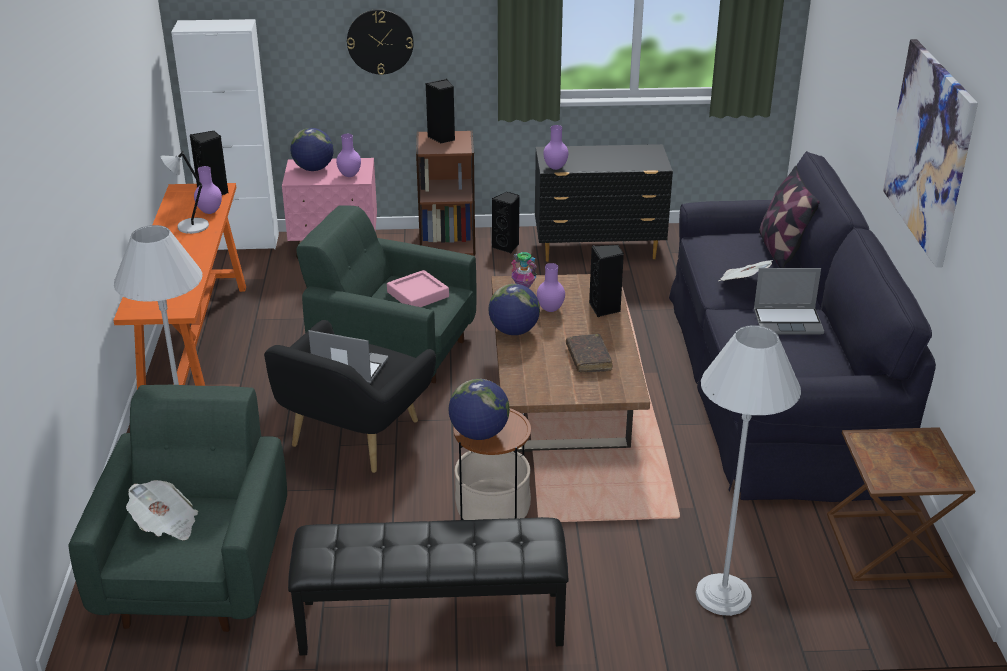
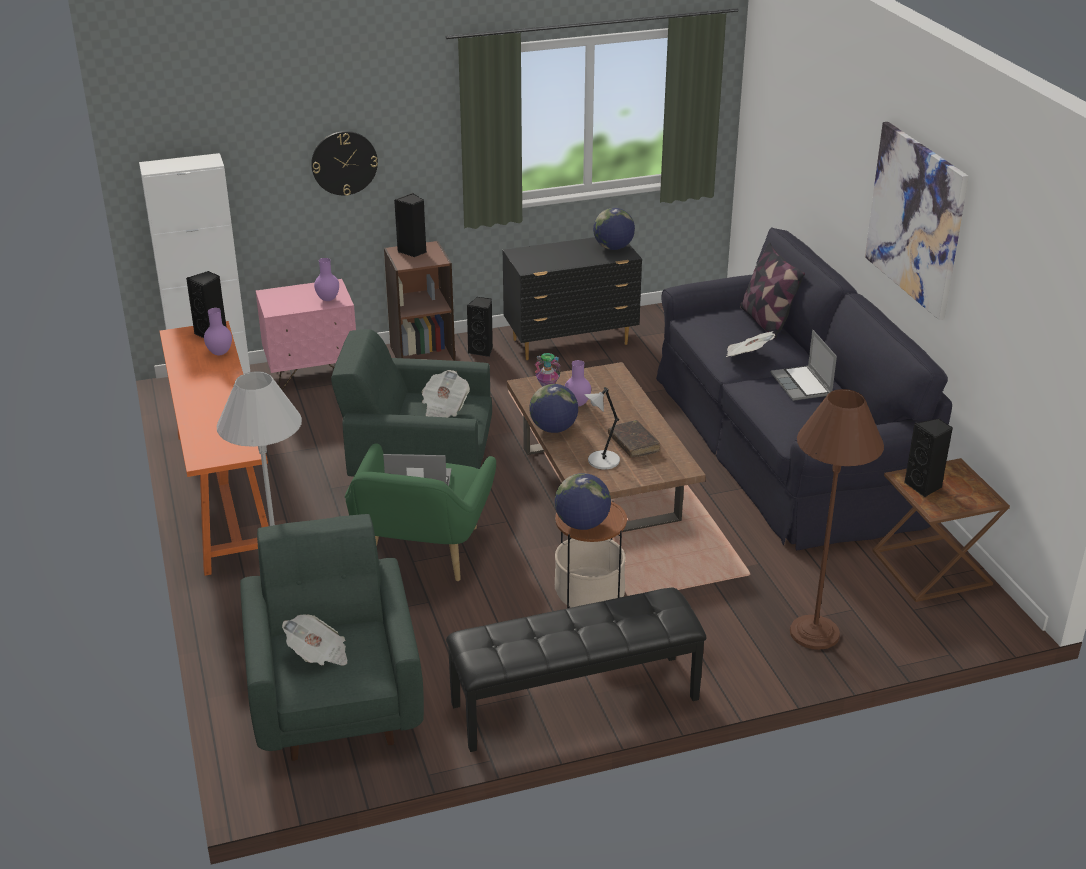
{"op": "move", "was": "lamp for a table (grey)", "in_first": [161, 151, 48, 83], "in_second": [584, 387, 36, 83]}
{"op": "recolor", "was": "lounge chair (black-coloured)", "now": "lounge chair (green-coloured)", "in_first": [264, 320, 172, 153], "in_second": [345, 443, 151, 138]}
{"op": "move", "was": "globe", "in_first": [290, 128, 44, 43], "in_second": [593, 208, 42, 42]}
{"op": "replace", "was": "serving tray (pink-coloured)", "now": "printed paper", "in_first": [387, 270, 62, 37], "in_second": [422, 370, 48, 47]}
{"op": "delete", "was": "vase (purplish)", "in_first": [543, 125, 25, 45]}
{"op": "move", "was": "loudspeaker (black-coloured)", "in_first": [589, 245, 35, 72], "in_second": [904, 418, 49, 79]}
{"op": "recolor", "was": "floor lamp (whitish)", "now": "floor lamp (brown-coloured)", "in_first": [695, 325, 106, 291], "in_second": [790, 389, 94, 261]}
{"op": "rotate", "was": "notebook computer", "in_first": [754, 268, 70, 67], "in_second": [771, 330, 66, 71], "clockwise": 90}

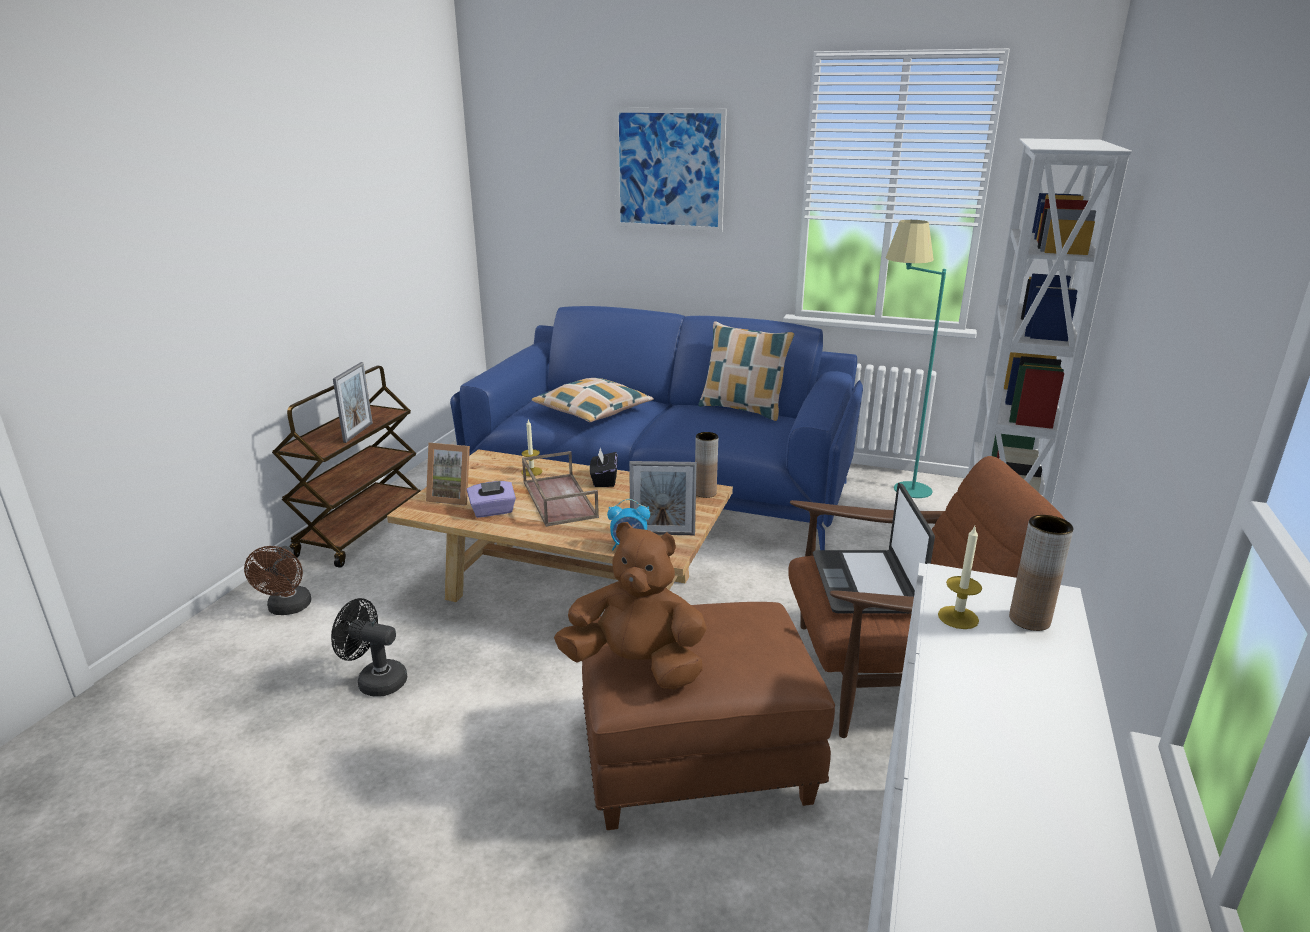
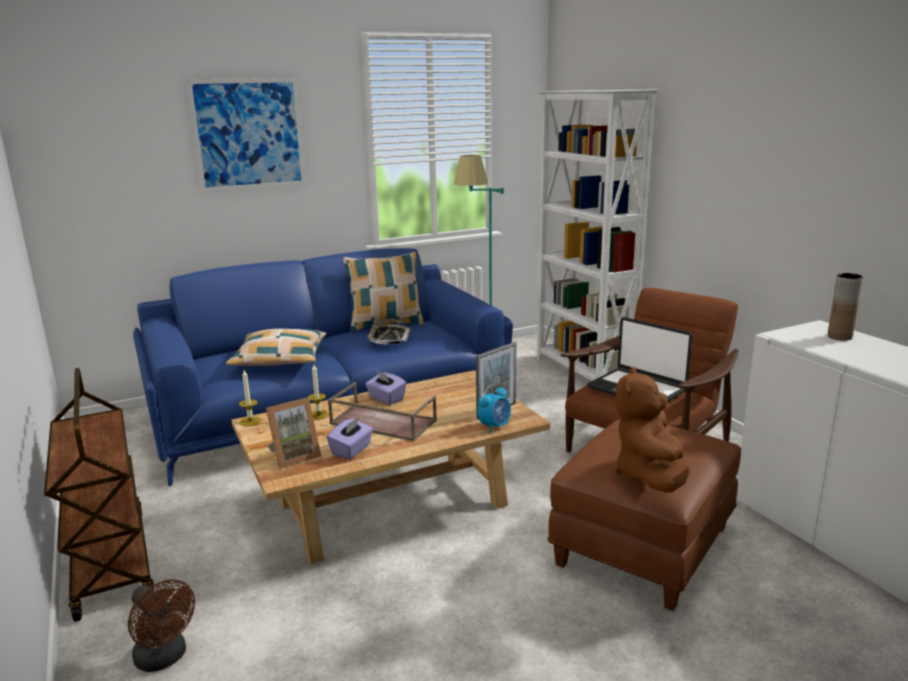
{"op": "delete", "was": "fan (black-coloured)", "in_first": [331, 598, 76, 98]}
{"op": "delete", "was": "picture frame", "in_first": [333, 362, 40, 81]}
{"op": "rotate", "was": "cuddly toy (brown-coloured)", "in_first": [554, 522, 153, 167], "in_second": [615, 366, 75, 126], "clockwise": -45}
{"op": "recolor", "was": "tissue box (black-coloured)", "now": "tissue box (purplish)", "in_first": [590, 448, 28, 39], "in_second": [365, 371, 41, 34]}
{"op": "delete", "was": "vase (brown-coloured)", "in_first": [695, 432, 23, 66]}
{"op": "move", "was": "wax candle", "in_first": [938, 526, 44, 103], "in_second": [239, 370, 22, 56]}
{"op": "insert", "now": "serving tray", "in_second": [367, 324, 44, 21]}

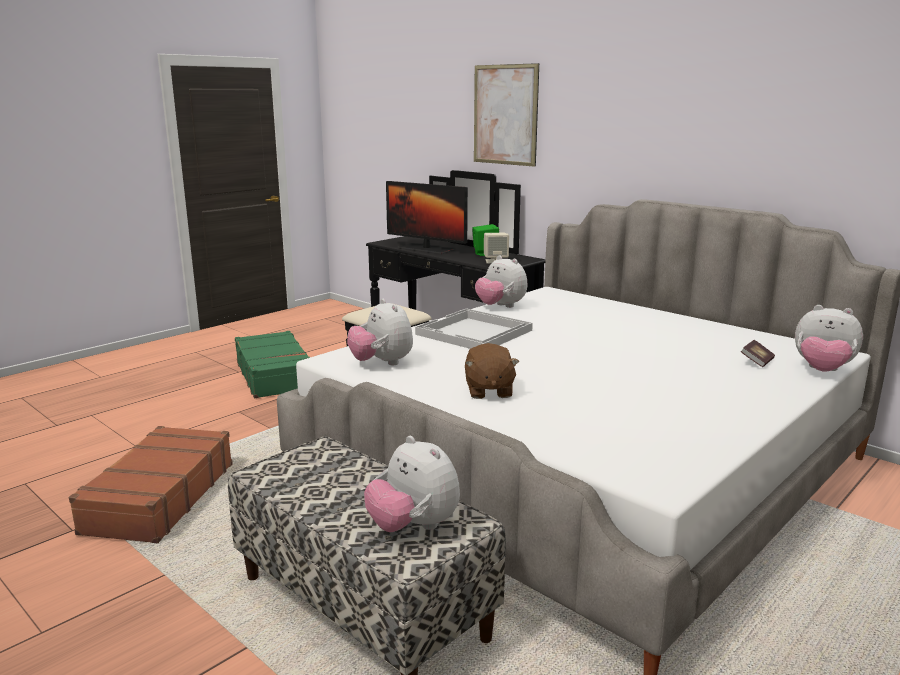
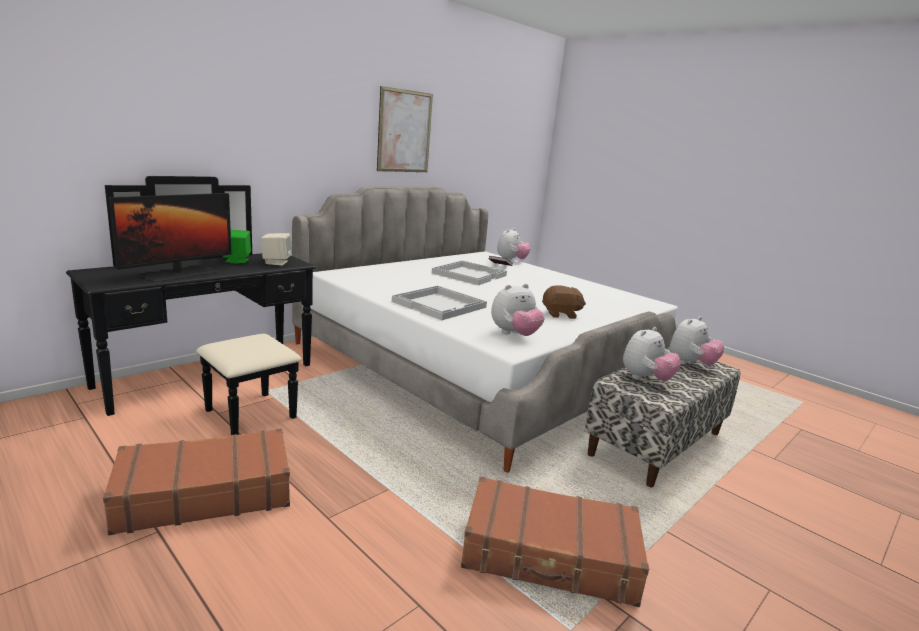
{"op": "recolor", "was": "travel case (green-coloured)", "now": "travel case (brown-coloured)", "in_first": [235, 331, 75, 68], "in_second": [103, 429, 187, 106]}
{"op": "move", "was": "wall picture", "in_first": [474, 63, 65, 104], "in_second": [377, 86, 56, 86]}
{"op": "move", "was": "cuddly toy", "in_first": [475, 255, 52, 53], "in_second": [623, 327, 58, 54]}
{"op": "insert", "now": "serving tray (whitish)", "in_second": [432, 260, 75, 25]}

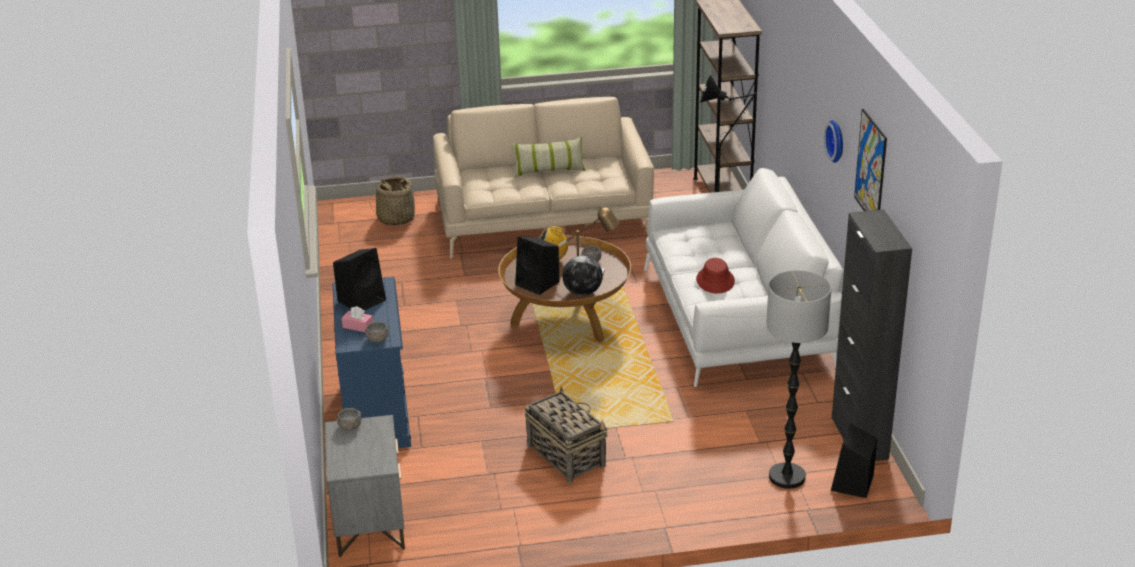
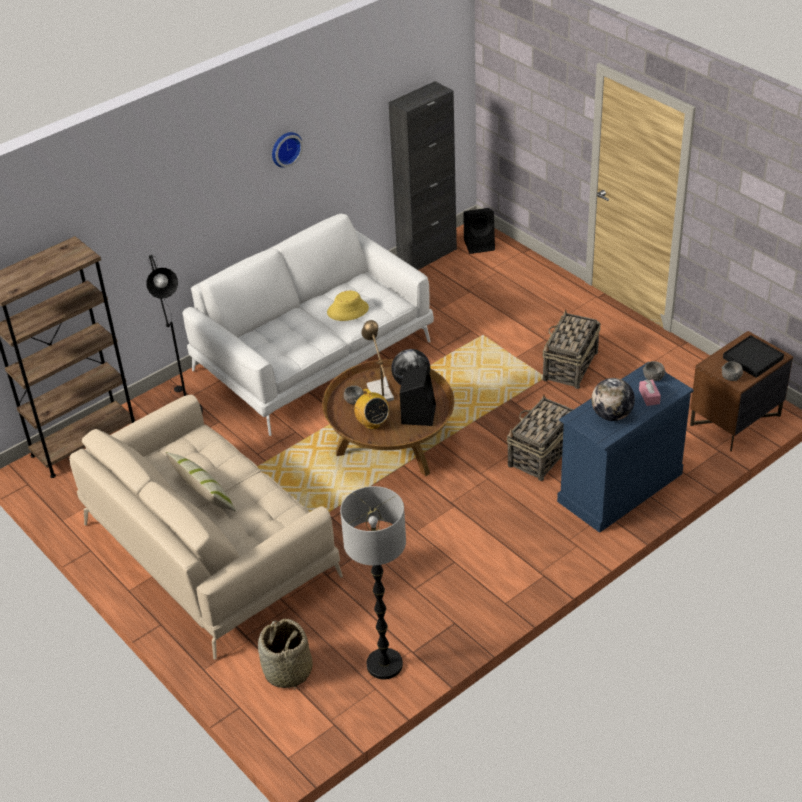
{"op": "recolor", "was": "nightstand (grey)", "now": "nightstand (brown-coloured)", "in_first": [325, 415, 80, 143], "in_second": [690, 331, 103, 121]}
{"op": "replace", "was": "loudspeaker (black-coloured)", "now": "globe", "in_first": [333, 248, 53, 62], "in_second": [591, 378, 44, 43]}
{"op": "recolor", "was": "wearable hat (red)", "now": "wearable hat (yellowish)", "in_first": [696, 258, 39, 35], "in_second": [327, 291, 42, 30]}
{"op": "move", "was": "floor lamp", "in_first": [766, 270, 65, 219], "in_second": [340, 486, 66, 194]}
{"op": "delete", "was": "wall picture", "in_first": [854, 109, 33, 102]}
{"op": "insert", "now": "storage basket", "in_second": [507, 395, 66, 86]}
{"op": "insert", "now": "serving tray (black-coloured)", "in_second": [723, 335, 61, 43]}

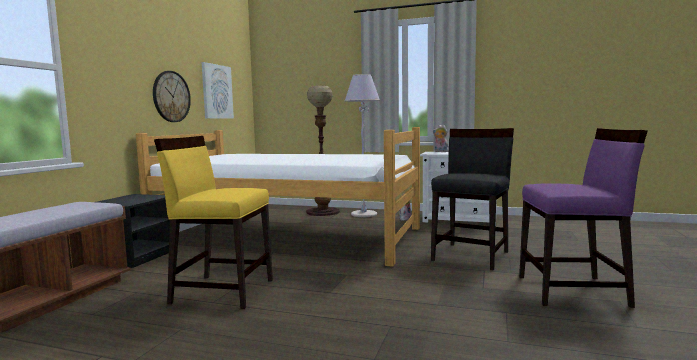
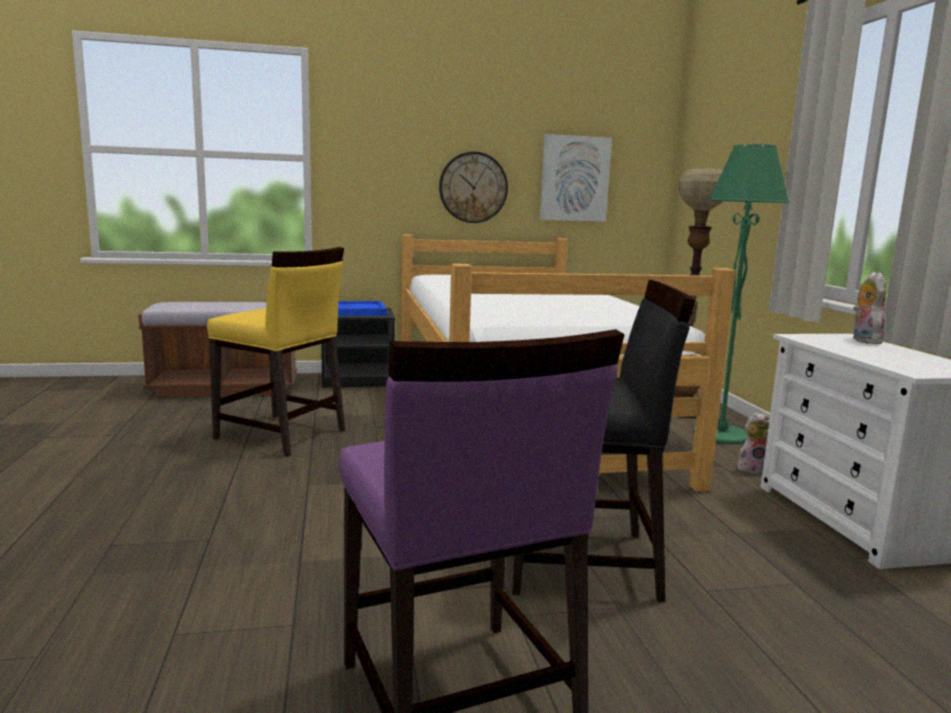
{"op": "rotate", "was": "plain chair (yellowish)", "in_first": [154, 136, 119, 173], "in_second": [207, 247, 139, 210], "clockwise": 135}
{"op": "recolor", "was": "floor lamp (grey)", "now": "floor lamp (green-coloured)", "in_first": [345, 74, 35, 143], "in_second": [693, 144, 97, 300]}
{"op": "insert", "now": "serving tray (bluish)", "in_second": [338, 301, 49, 15]}

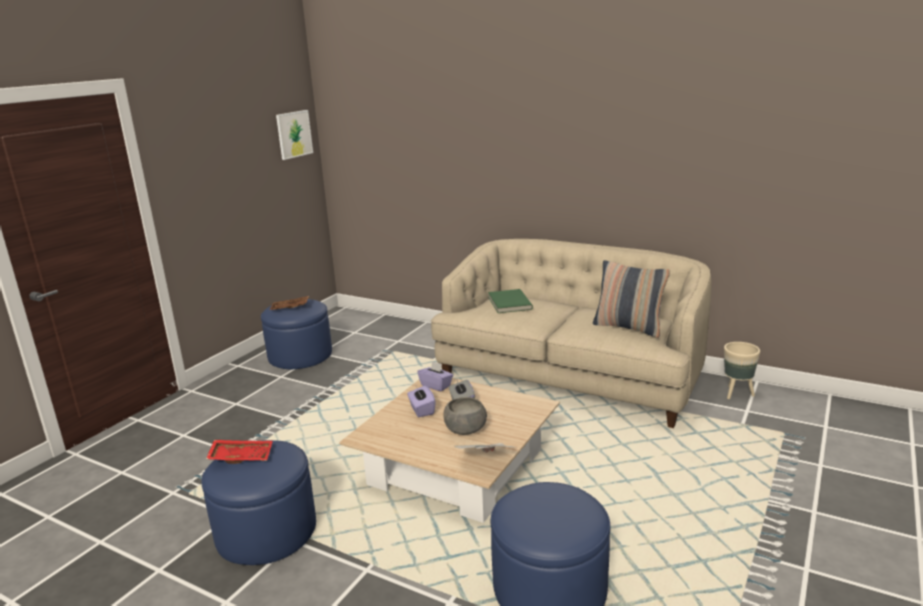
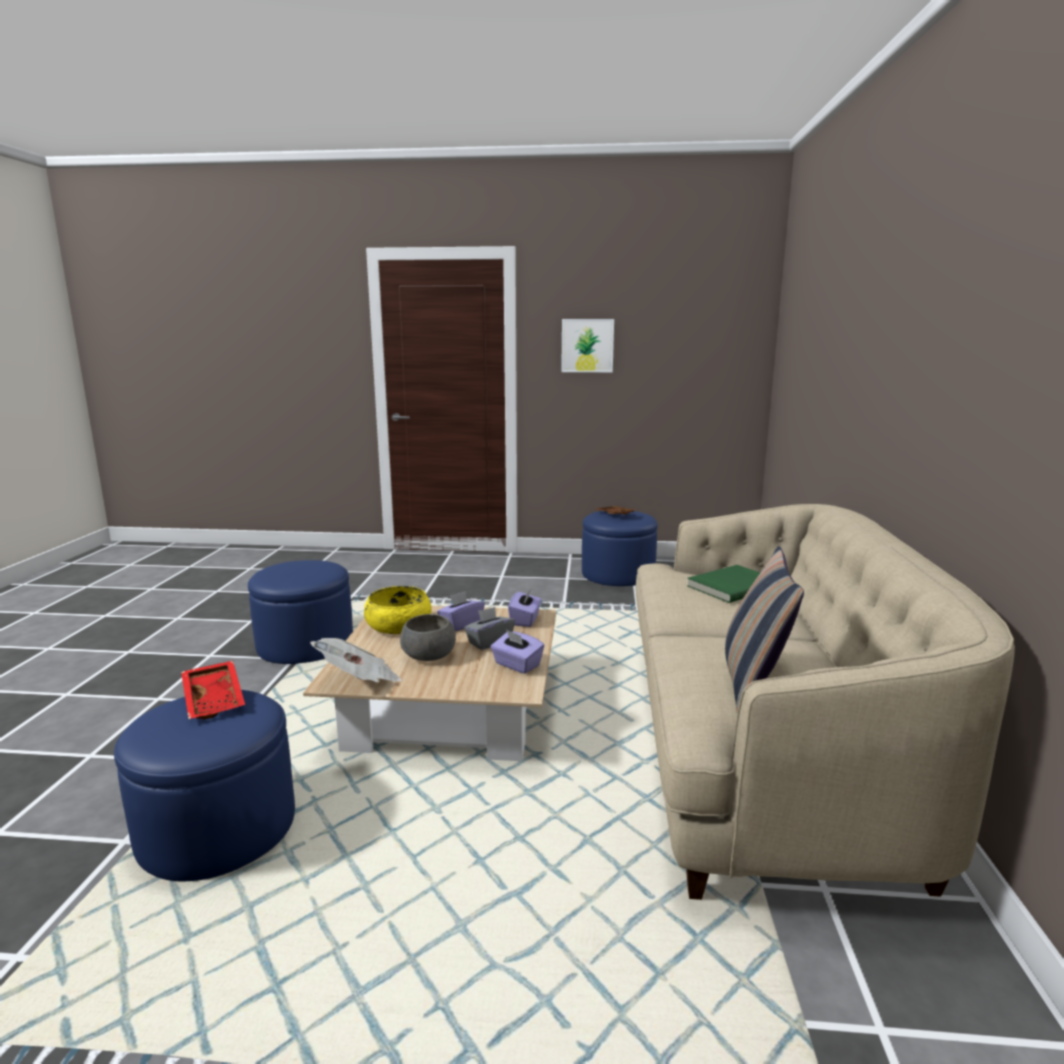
{"op": "move", "was": "serving tray (red)", "in_first": [206, 440, 67, 24], "in_second": [181, 661, 64, 58]}
{"op": "move", "was": "wall picture", "in_first": [276, 110, 37, 50], "in_second": [561, 319, 53, 53]}
{"op": "delete", "was": "plant pot (beige)", "in_first": [724, 342, 36, 57]}
{"op": "insert", "now": "deep dish (yellowish)", "in_second": [364, 586, 68, 48]}
{"op": "insert", "now": "tissue box (purplish)", "in_second": [490, 630, 54, 44]}

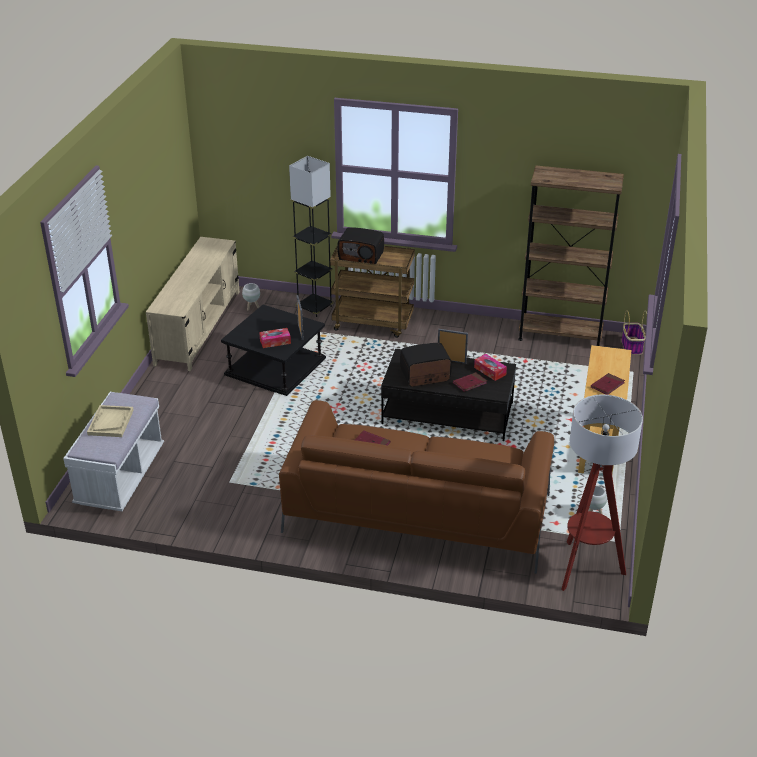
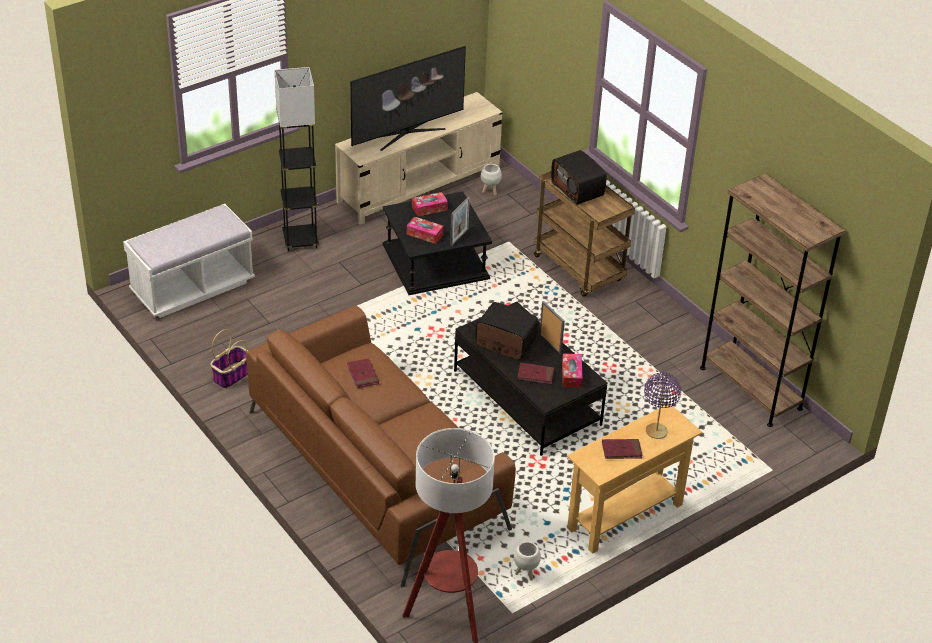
{"op": "delete", "was": "serving tray (beige)", "in_first": [87, 405, 47, 32]}
{"op": "move", "was": "floor lamp (black-coloured)", "in_first": [289, 156, 45, 161], "in_second": [275, 67, 44, 184]}
{"op": "move", "was": "storage basket", "in_first": [622, 310, 25, 45], "in_second": [211, 329, 37, 60]}
{"op": "insert", "now": "TV", "in_second": [350, 46, 116, 105]}
{"op": "insert", "now": "tissue box", "in_second": [412, 192, 36, 24]}
{"op": "insert", "now": "lamp for a table (purplish)", "in_second": [644, 372, 37, 67]}

